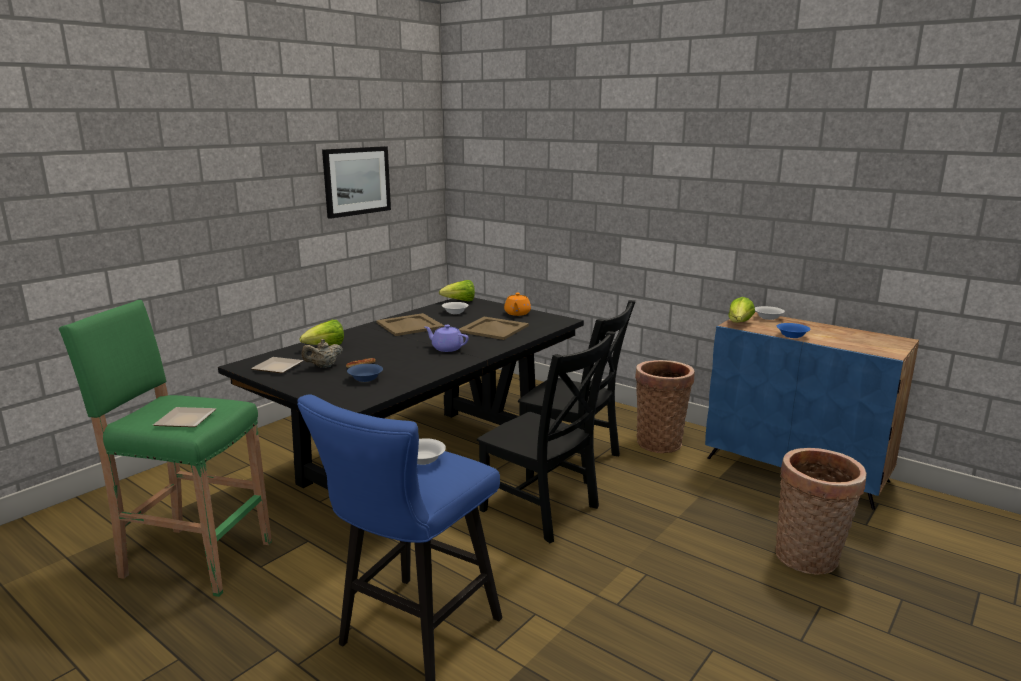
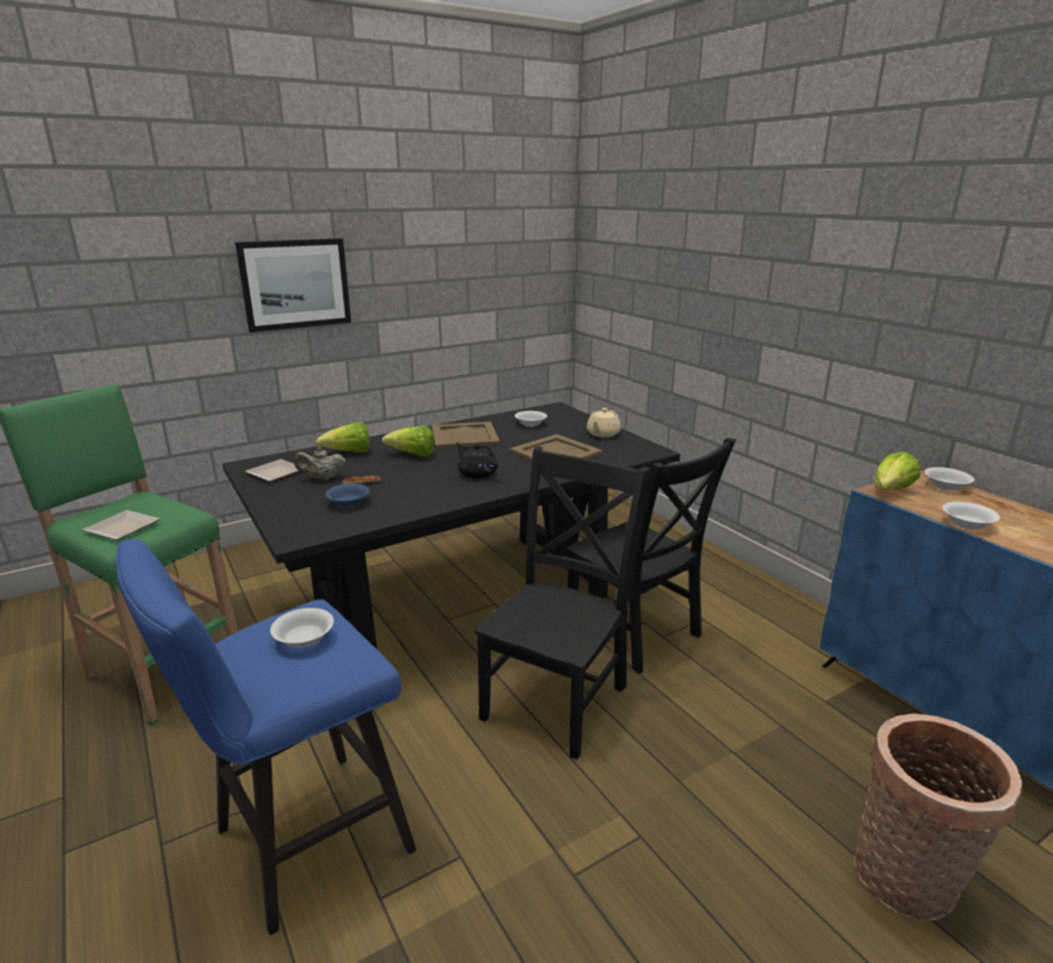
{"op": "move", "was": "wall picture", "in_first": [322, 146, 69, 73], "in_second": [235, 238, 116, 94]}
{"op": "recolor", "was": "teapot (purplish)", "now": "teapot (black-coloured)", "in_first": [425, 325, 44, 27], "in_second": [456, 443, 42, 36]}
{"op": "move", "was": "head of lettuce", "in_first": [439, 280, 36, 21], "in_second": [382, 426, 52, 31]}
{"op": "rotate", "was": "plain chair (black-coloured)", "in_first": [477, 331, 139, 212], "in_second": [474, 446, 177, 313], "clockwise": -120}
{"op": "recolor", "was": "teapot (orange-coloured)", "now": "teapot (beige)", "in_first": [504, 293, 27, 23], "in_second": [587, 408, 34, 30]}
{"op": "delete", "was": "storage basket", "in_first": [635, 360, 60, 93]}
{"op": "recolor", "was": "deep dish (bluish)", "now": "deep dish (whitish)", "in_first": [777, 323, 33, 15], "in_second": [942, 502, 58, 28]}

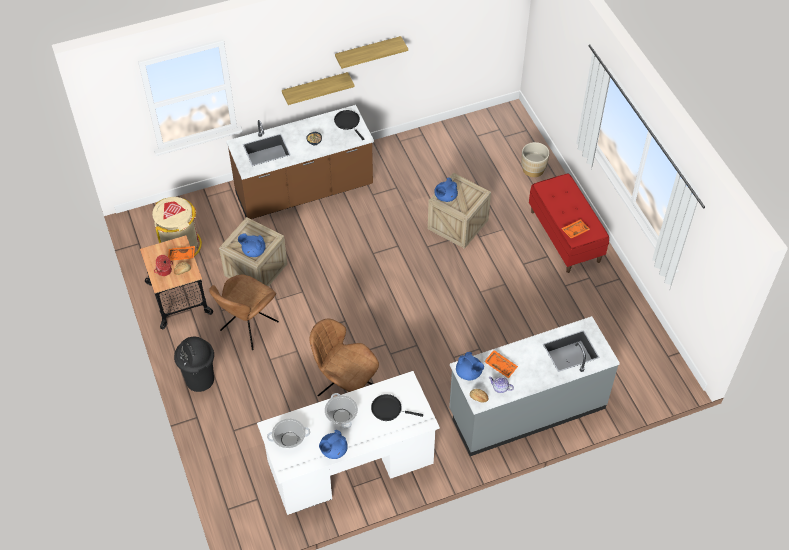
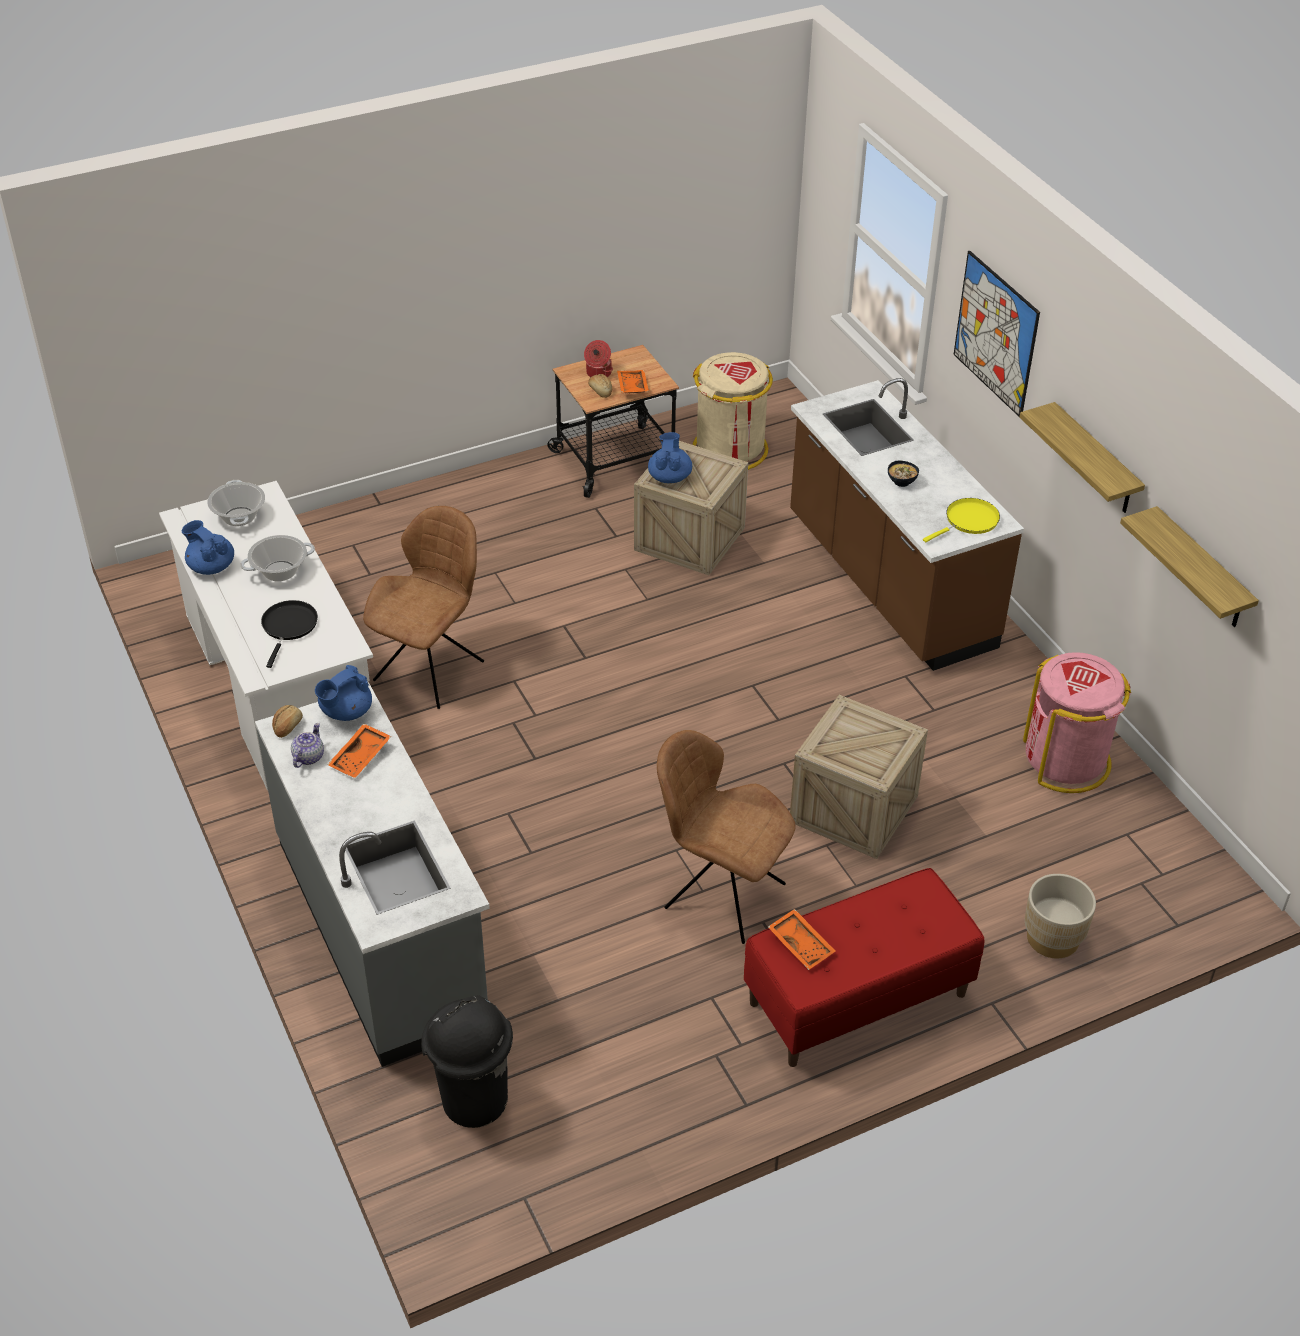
{"op": "move", "was": "rubbish bin (black-coloured)", "in_first": [174, 337, 40, 55], "in_second": [421, 995, 92, 133]}
{"op": "move", "was": "plain chair (brown-coloured)", "in_first": [209, 274, 70, 76], "in_second": [657, 730, 139, 214]}
{"op": "move", "was": "shelf", "in_first": [282, 72, 73, 33], "in_second": [1120, 506, 139, 121]}
{"op": "recolor", "was": "skillet (black-coloured)", "now": "skillet (yellowish)", "in_first": [334, 110, 30, 30], "in_second": [923, 498, 77, 44]}
{"op": "delete", "was": "teapot (bluish)", "in_first": [434, 178, 24, 24]}
{"op": "insert", "now": "wall picture", "in_second": [953, 251, 87, 166]}
{"op": "insert", "now": "rubbish bin (pink-coloured)", "in_second": [1023, 652, 108, 141]}

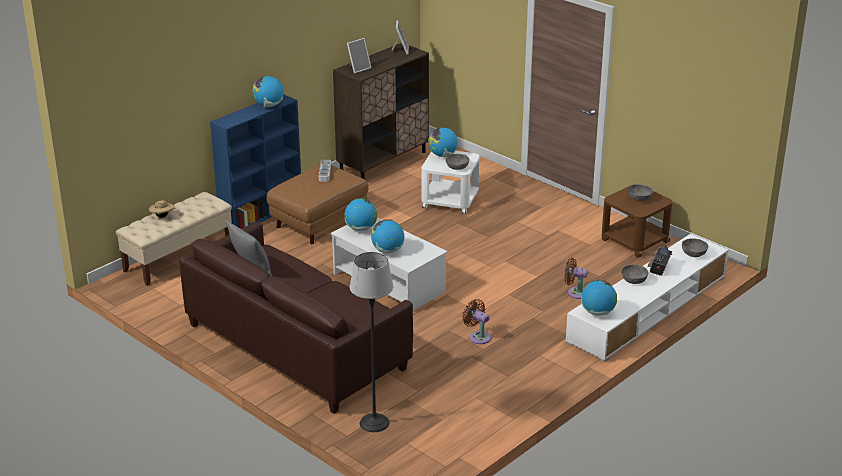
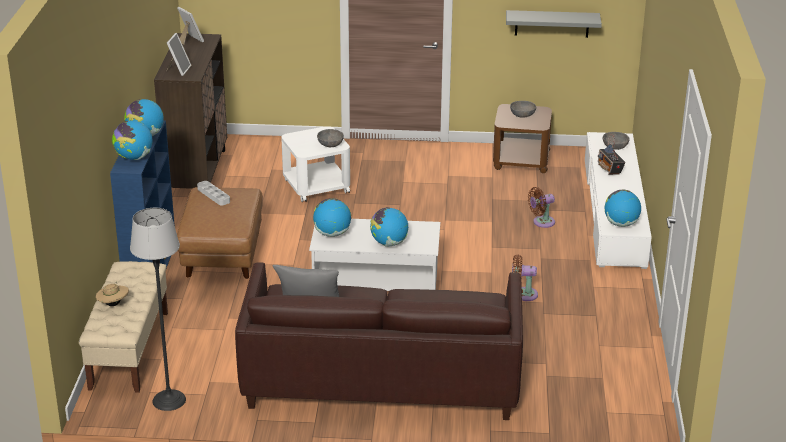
{"op": "move", "was": "floor lamp", "in_first": [350, 252, 43, 180], "in_second": [130, 208, 56, 203]}
{"op": "move", "was": "globe", "in_first": [428, 127, 30, 30], "in_second": [112, 120, 40, 40]}
{"op": "delete", "was": "deep dish (grey)", "in_first": [621, 264, 27, 20]}
{"op": "insert", "now": "shelf (grey)", "in_second": [506, 10, 96, 28]}

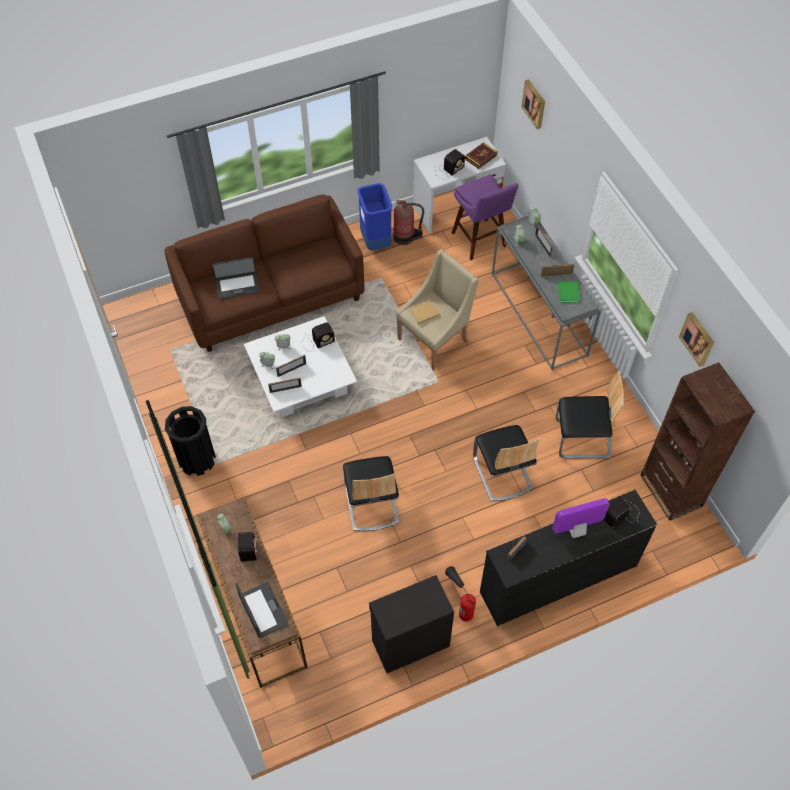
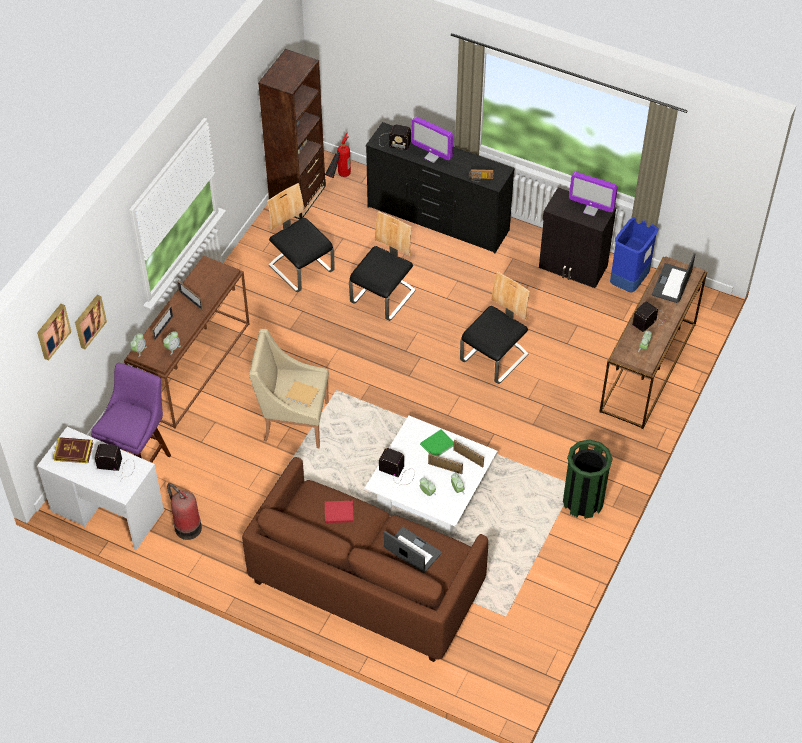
{"op": "recolor", "was": "rubbish bin (black-coloured)", "now": "rubbish bin (green-coloured)", "in_first": [165, 406, 51, 70], "in_second": [563, 439, 50, 80]}
{"op": "move", "was": "rubbish bin (bluish)", "in_first": [357, 183, 35, 67], "in_second": [610, 217, 48, 76]}
{"op": "move", "was": "fire-fighting cylinder", "in_first": [445, 566, 31, 55], "in_second": [325, 132, 26, 46]}
{"op": "recolor", "was": "narrow table (grey)", "now": "narrow table (brown-coloured)", "in_first": [492, 216, 109, 154], "in_second": [124, 256, 126, 172]}
{"op": "move", "was": "bound book (green-coloured)", "in_first": [558, 281, 22, 22], "in_second": [420, 429, 34, 27]}
{"op": "move", "was": "wall picture", "in_first": [679, 312, 35, 55], "in_second": [75, 295, 32, 54]}
{"op": "insert", "now": "bound book (red)", "in_second": [325, 501, 29, 22]}
{"op": "insert", "now": "computer screen", "in_second": [569, 172, 49, 44]}

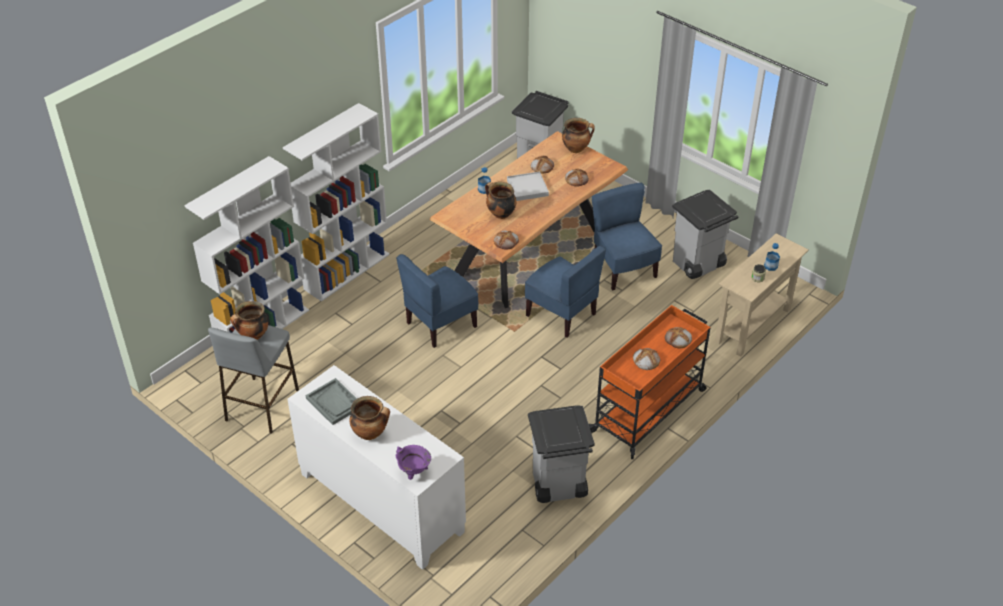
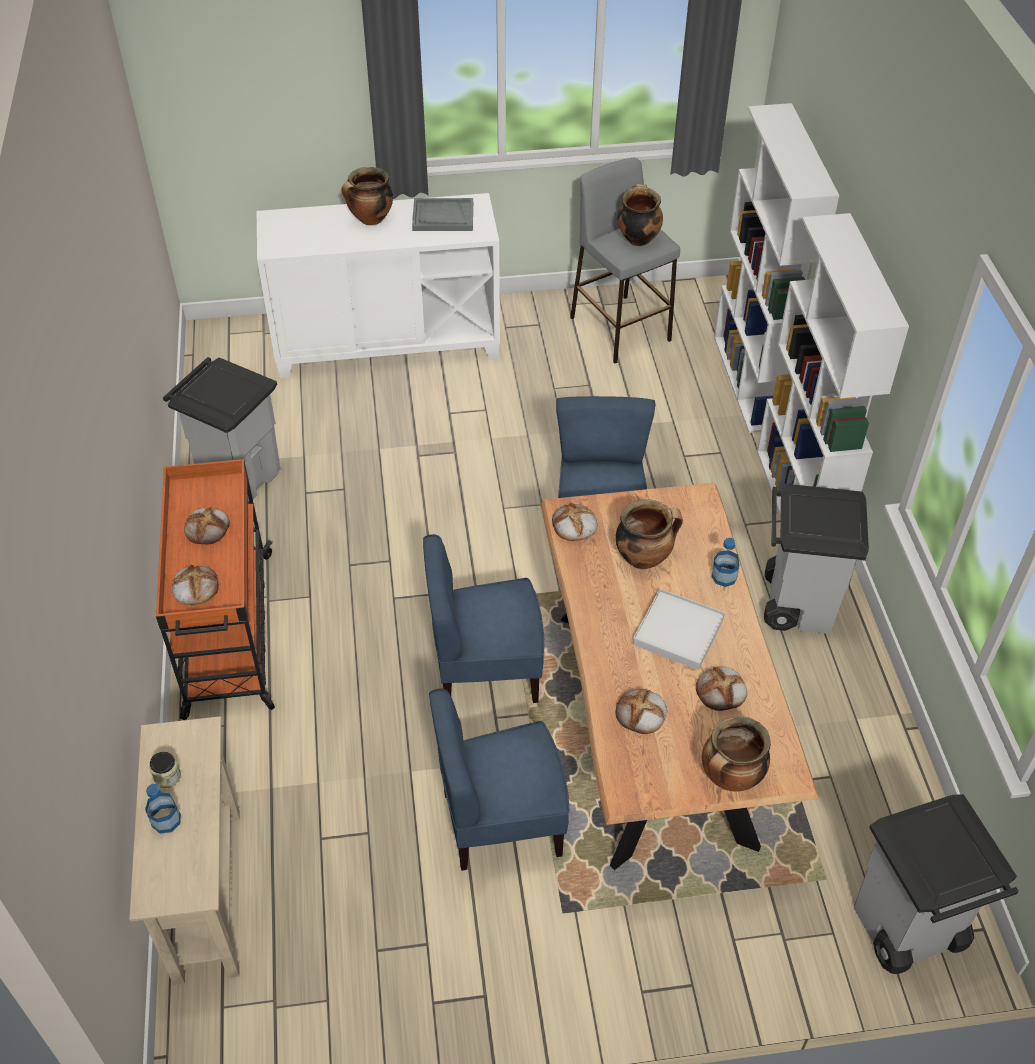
{"op": "delete", "was": "stockpot (purplish)", "in_first": [396, 445, 35, 35]}
{"op": "rotate", "was": "plain chair (bluish)", "in_first": [592, 183, 70, 107], "in_second": [429, 688, 140, 183], "clockwise": 150}
{"op": "move", "was": "rubbish bin (grey)", "in_first": [672, 189, 67, 90], "in_second": [764, 484, 105, 150]}

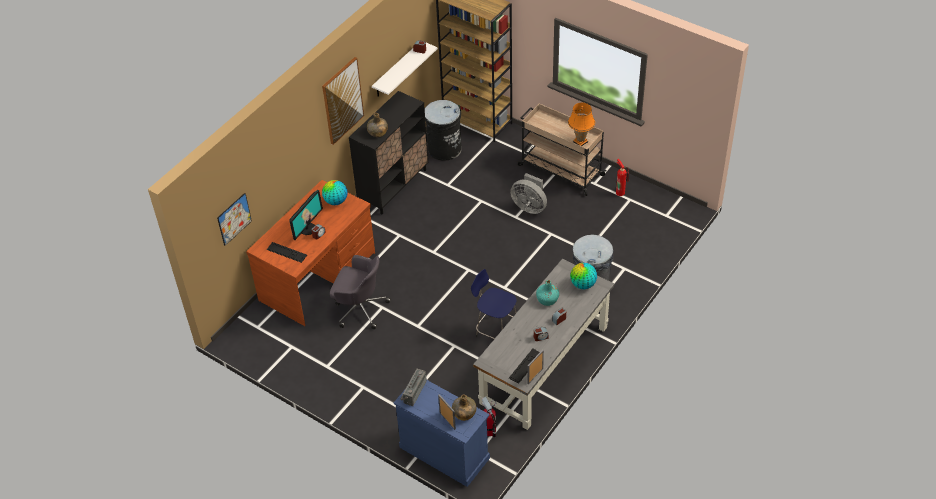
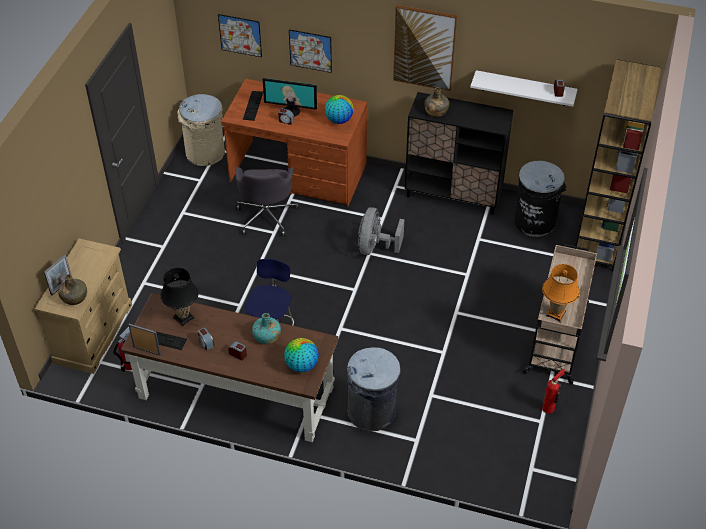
{"op": "recolor", "was": "chest of drawers (bluish)", "now": "chest of drawers (beige)", "in_first": [393, 380, 97, 107], "in_second": [34, 238, 98, 136]}
{"op": "delete", "was": "radio receiver", "in_first": [400, 369, 27, 37]}
{"op": "recolor", "was": "desk unit (grey)", "now": "desk unit (brown-coloured)", "in_first": [473, 259, 141, 171], "in_second": [121, 293, 217, 149]}
{"op": "move", "was": "fan (grey)", "in_first": [510, 173, 37, 41], "in_second": [358, 207, 46, 48]}
{"op": "insert", "now": "lamp for a table (black-coloured)", "in_second": [160, 268, 38, 58]}
{"op": "insert", "now": "rubbish bin (beige)", "in_second": [177, 94, 48, 72]}
{"op": "insert", "now": "wall picture", "in_second": [289, 29, 43, 44]}

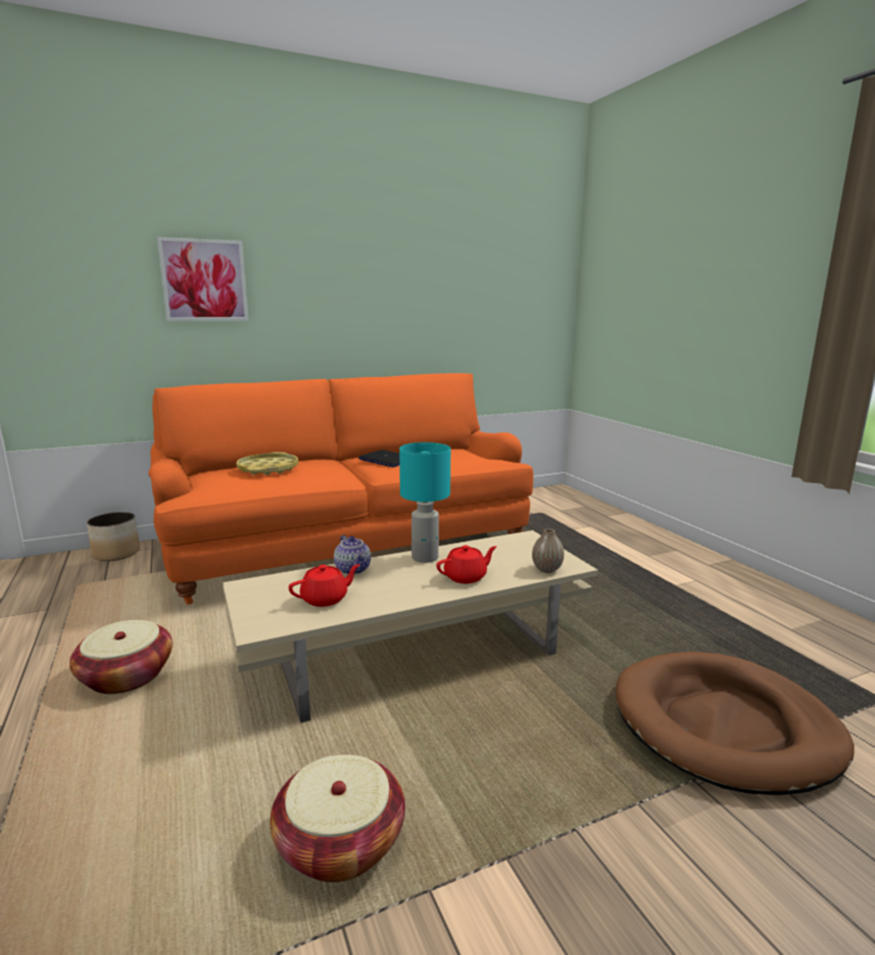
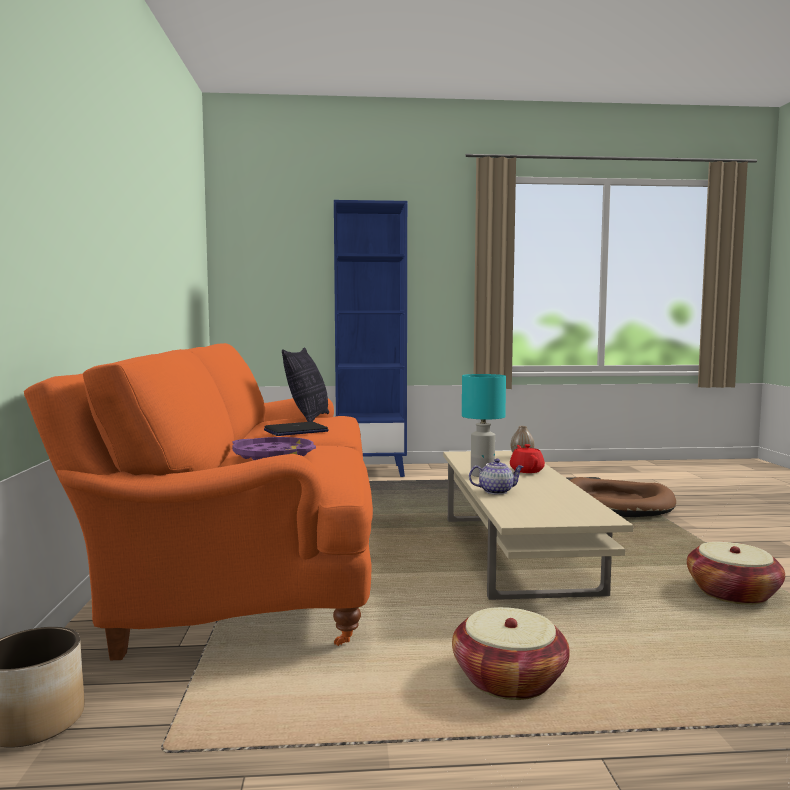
{"op": "delete", "was": "wall picture", "in_first": [157, 237, 92, 84]}
{"op": "recolor", "was": "serving tray (yellowish)", "now": "serving tray (purplish)", "in_first": [236, 452, 62, 23], "in_second": [232, 437, 84, 23]}
{"op": "delete", "was": "teapot (red)", "in_first": [288, 564, 72, 43]}
{"op": "insert", "now": "cushion", "in_second": [282, 347, 47, 75]}
{"op": "insert", "now": "bookcase (bluish)", "in_second": [334, 200, 73, 277]}

